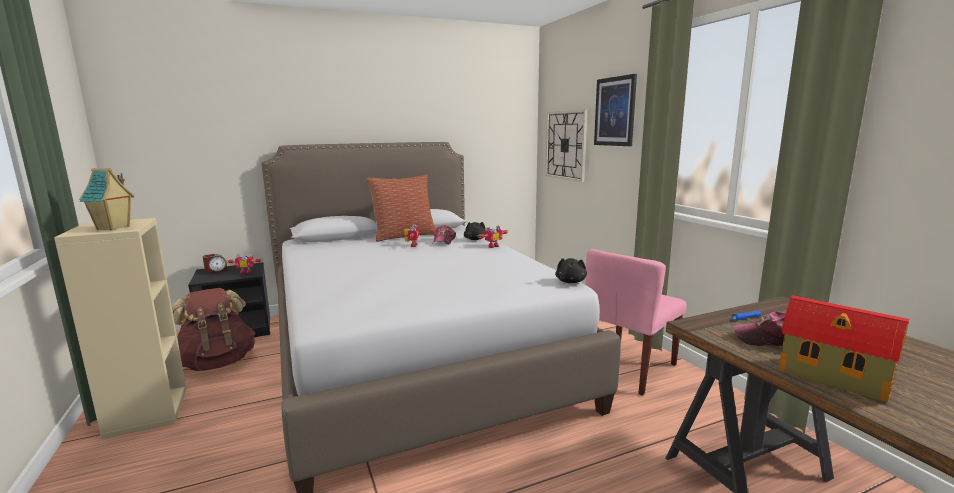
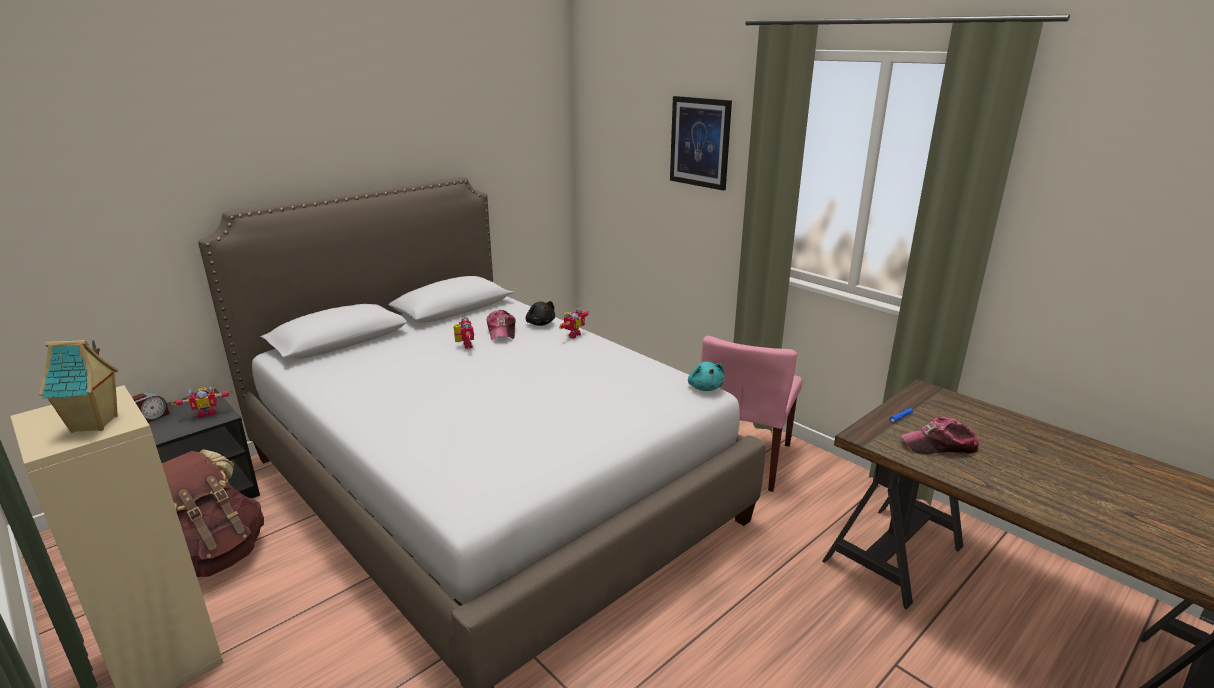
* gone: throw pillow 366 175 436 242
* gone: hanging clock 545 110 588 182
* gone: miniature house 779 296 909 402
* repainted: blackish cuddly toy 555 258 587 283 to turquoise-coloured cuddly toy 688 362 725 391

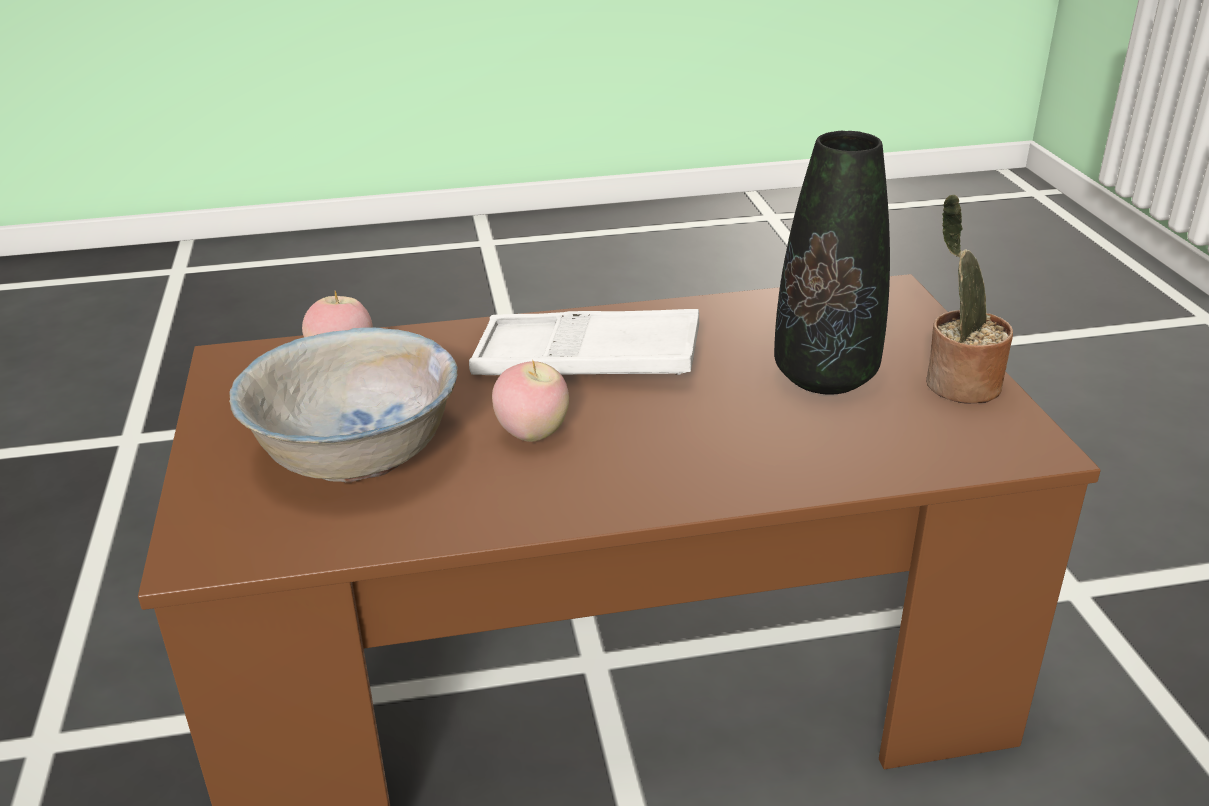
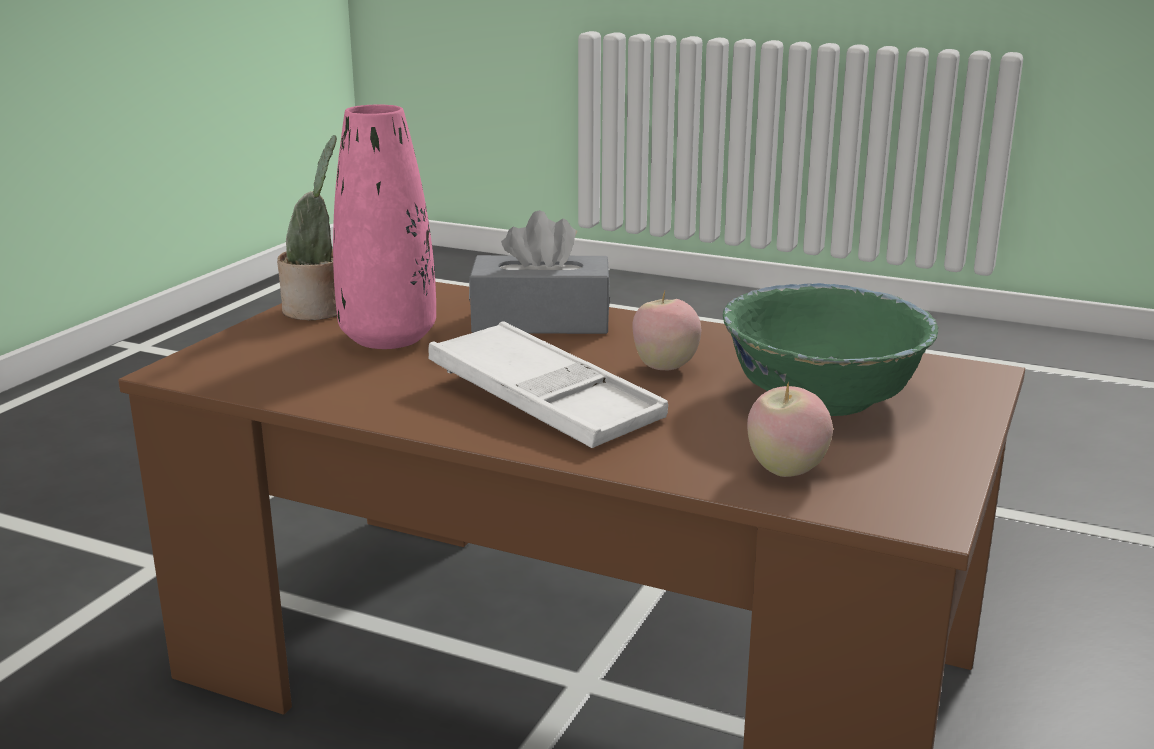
* new: gray box of tissues 469 210 610 334
* repainted: white deep dish 229 328 458 482 to greenish deep dish 723 283 938 416
* repainted: blackish flower vase 774 131 890 395 to pink-coloured flower vase 333 104 436 349

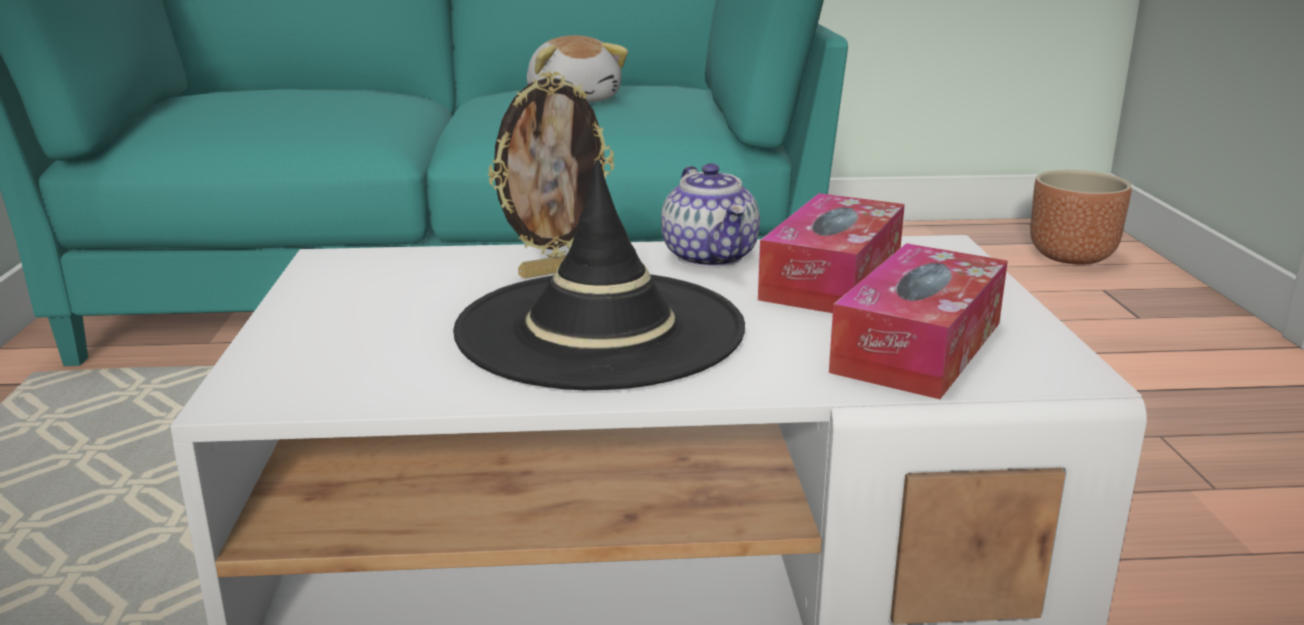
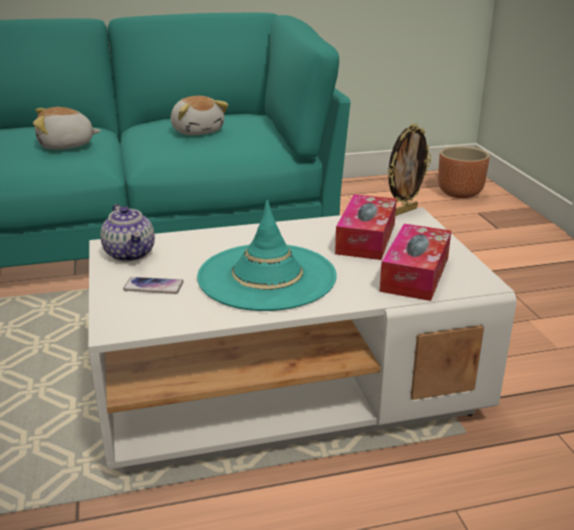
* new: cuddly toy 33 107 101 149
* new: telephone 123 277 184 294
* shifted: standing frame 488 71 614 279 to 388 123 431 216
* shifted: pot for tea 661 163 760 268 to 100 204 155 262
* repainted: blackish clothing hat 453 159 745 390 to turquoise-coloured clothing hat 197 200 336 311

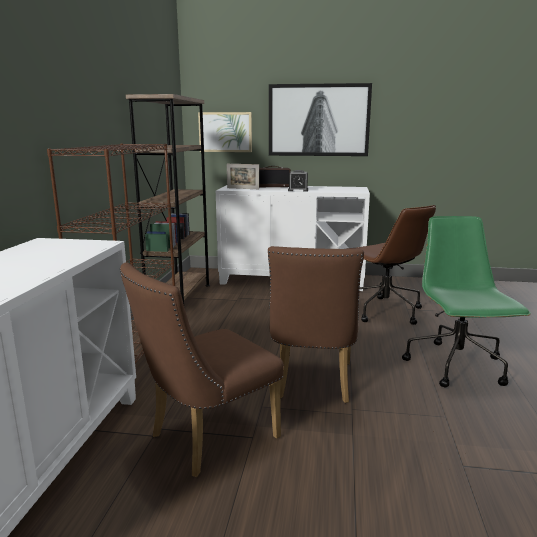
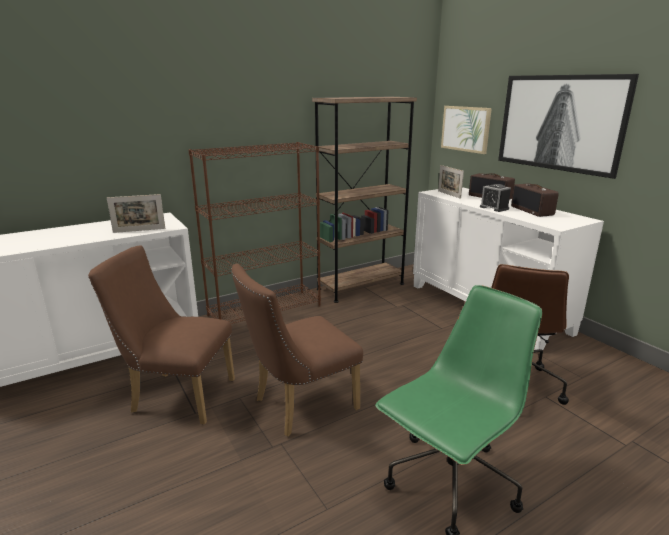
* new: standing frame 107 194 165 233
* new: radio set 511 184 559 217

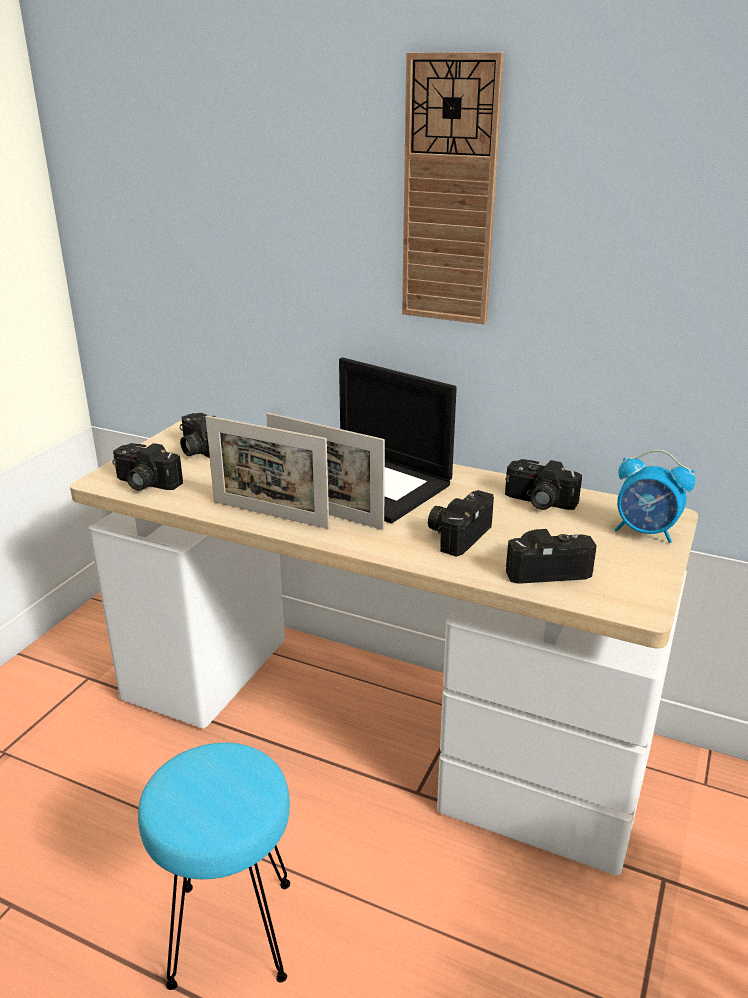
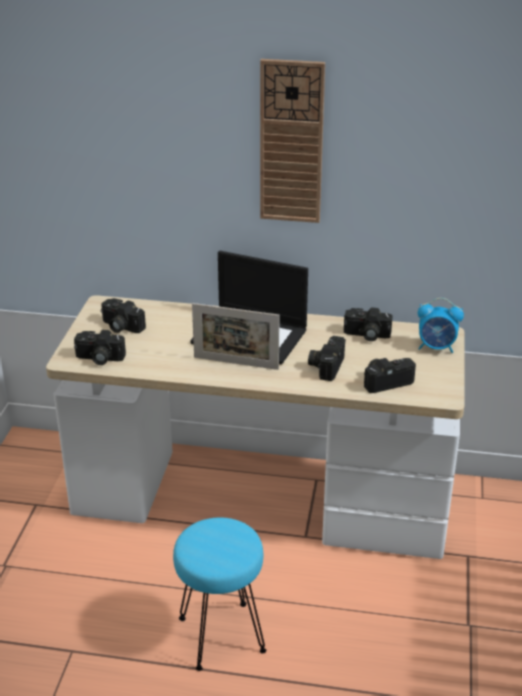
* gone: standing frame 206 416 329 529

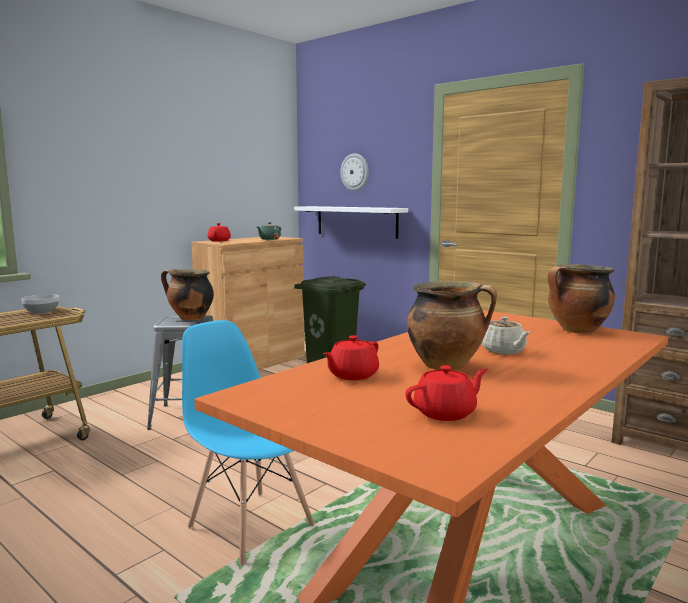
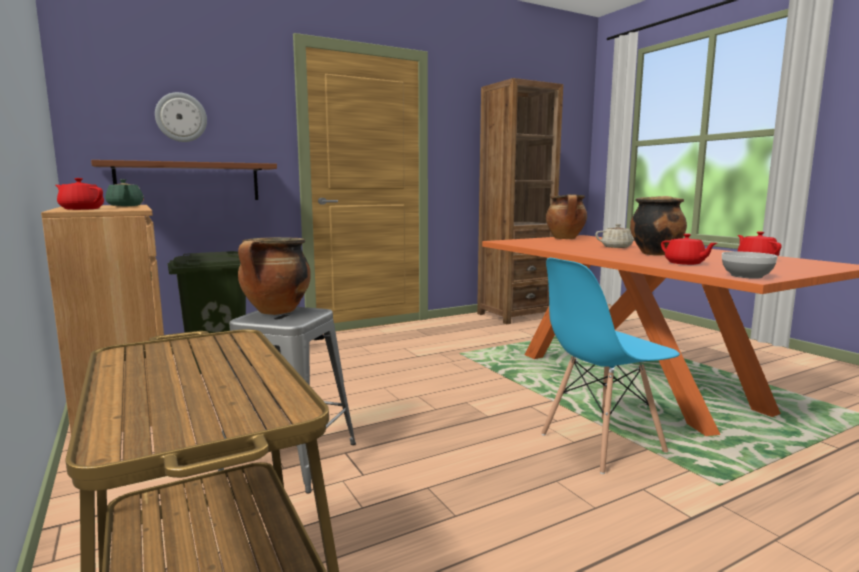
* shifted: deep dish 21 294 59 314 to 722 252 778 279
* repainted: white bracket shelf 294 206 408 239 to brownish bracket shelf 91 160 277 200

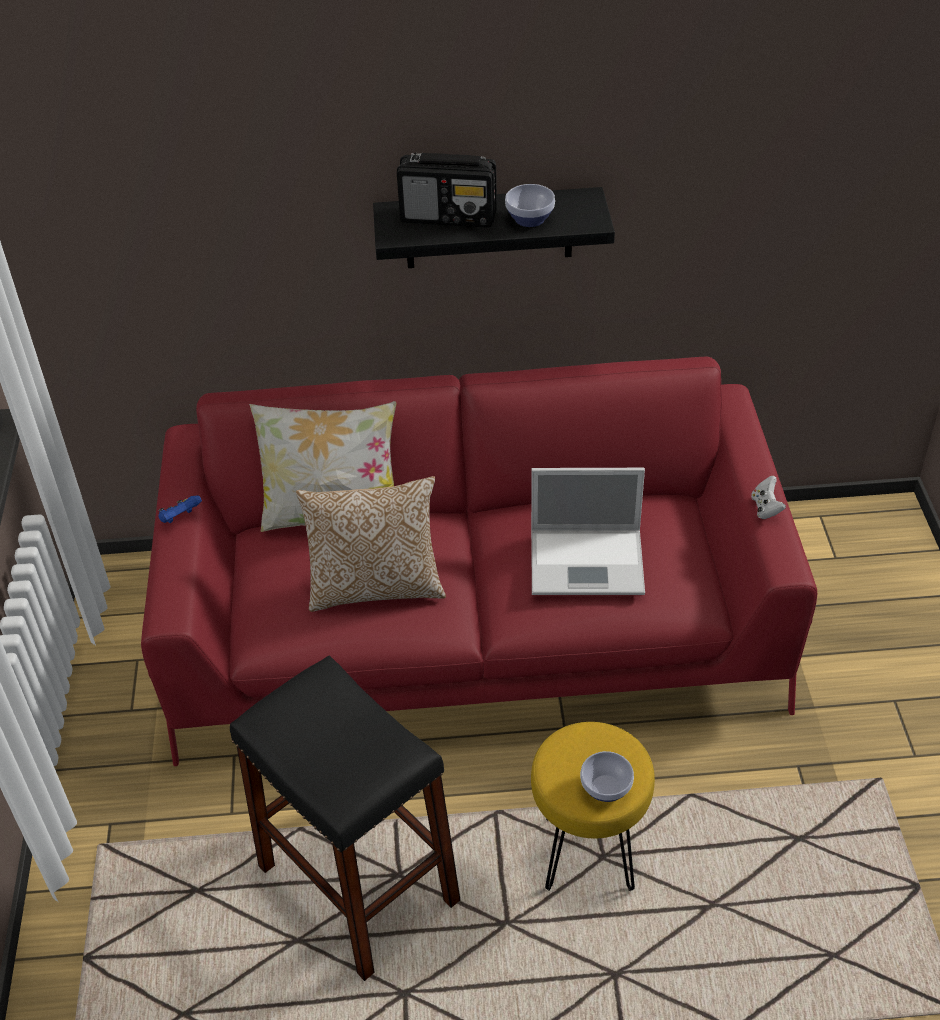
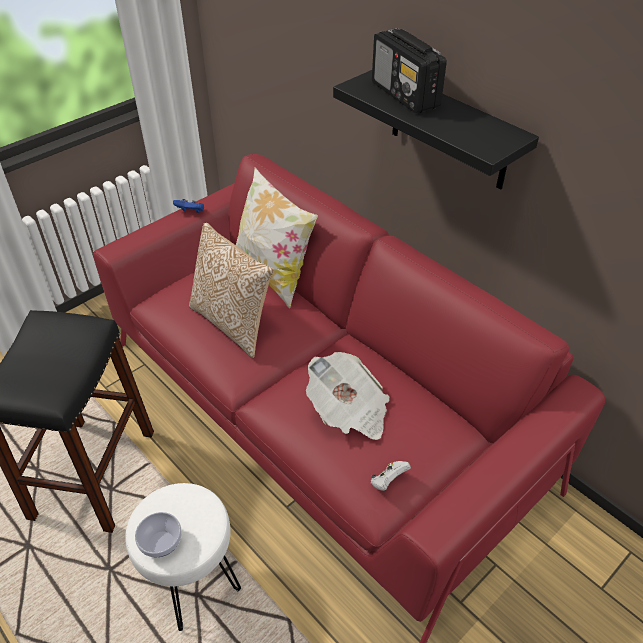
* gone: deep dish 505 184 555 227
* shifted: white game controller 751 476 786 519 to 371 461 411 491
* swapped: portable computer 531 468 645 595 to printed paper 306 352 389 440
* repainted: yellow-coloured sitting stool 531 722 655 891 to white sitting stool 125 483 241 631

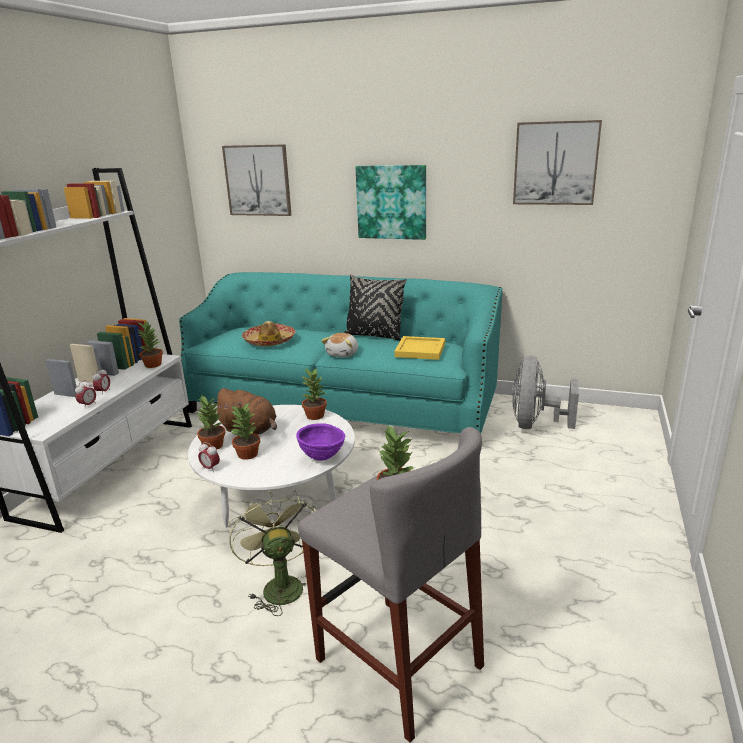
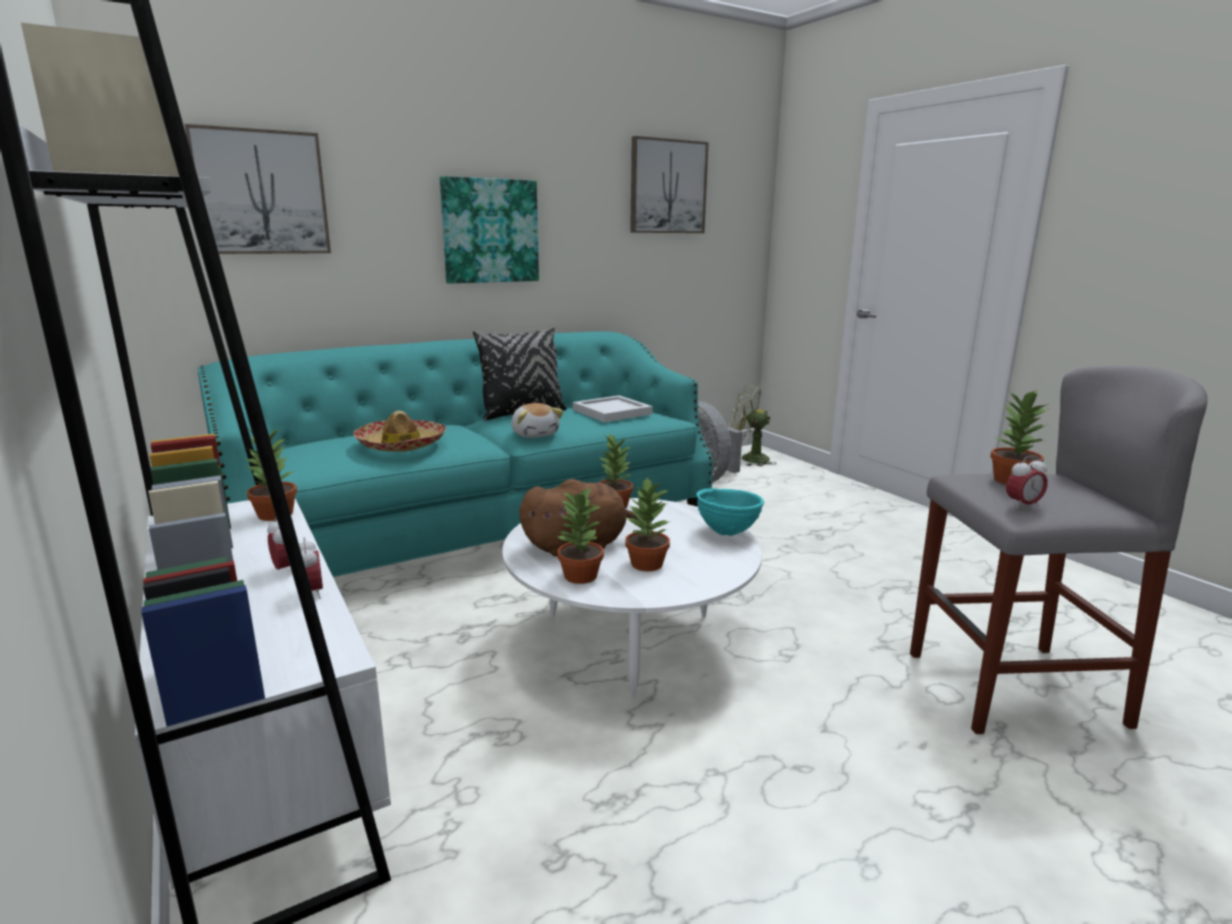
* shifted: alarm clock 198 442 220 472 to 1006 455 1048 509
* shifted: greenish electric fan 229 490 315 616 to 729 384 777 466
* repainted: purple-coloured deep dish 296 423 345 461 to turquoise-coloured deep dish 696 488 764 536
* repainted: yellow-coloured serving tray 394 336 445 360 to white serving tray 573 395 653 422

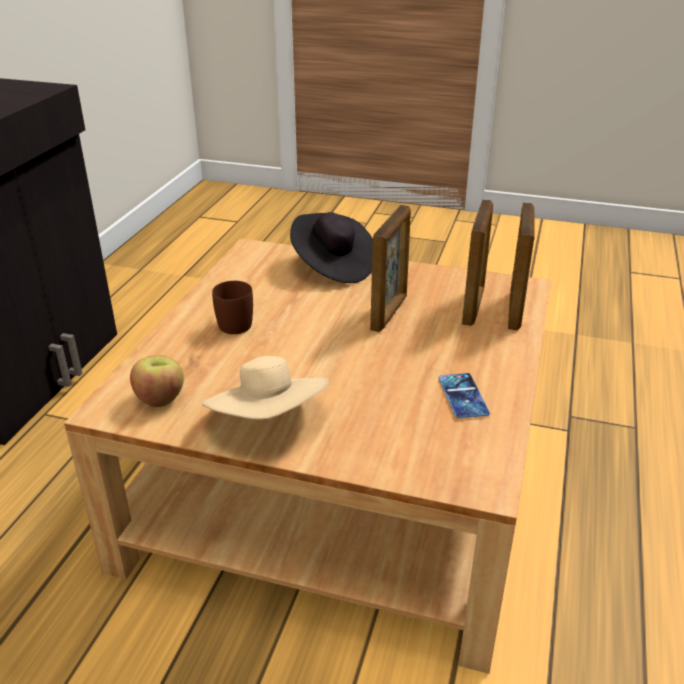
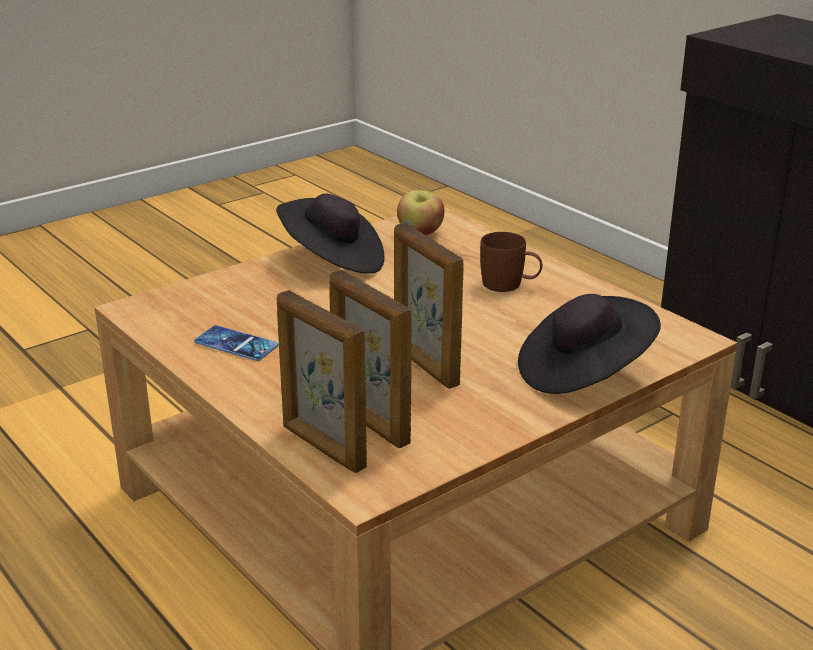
* repainted: beige clothing hat 202 356 329 420 to blackish clothing hat 276 193 384 274

